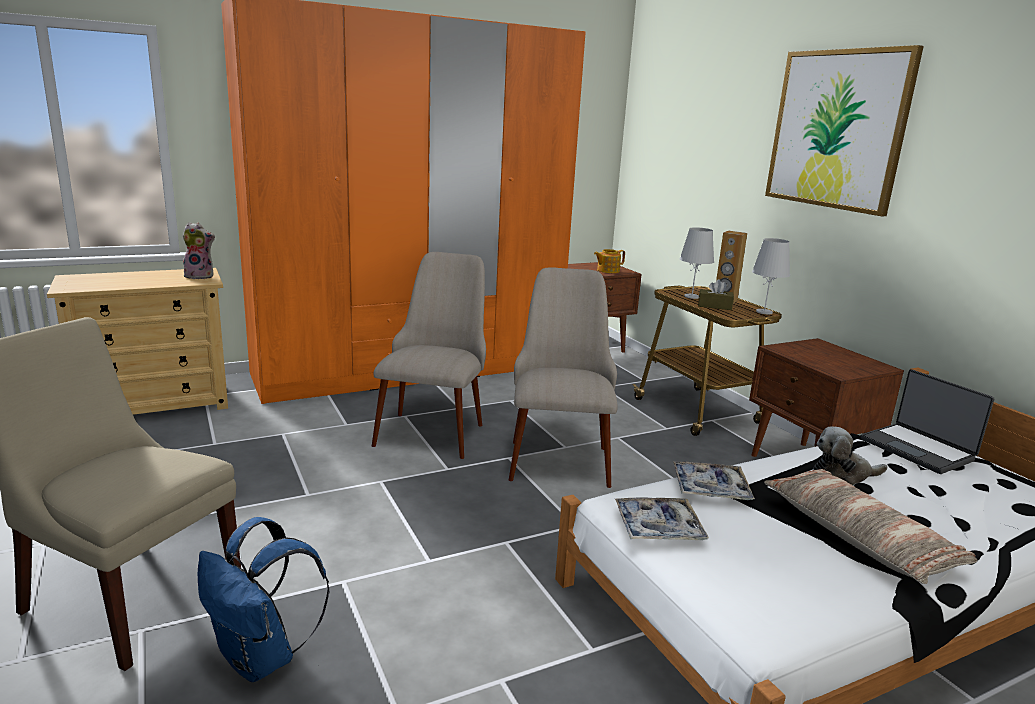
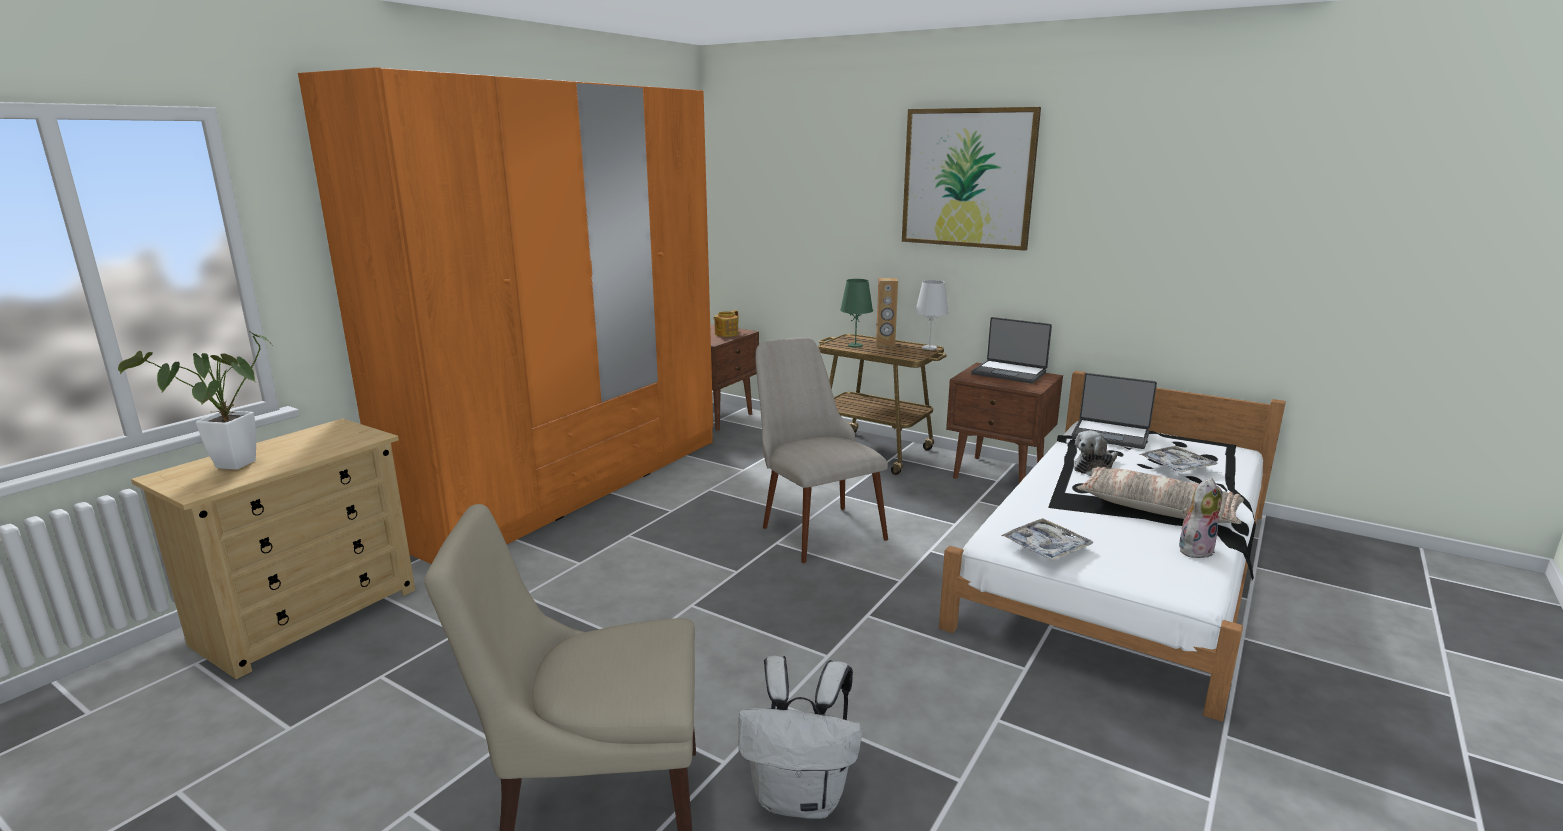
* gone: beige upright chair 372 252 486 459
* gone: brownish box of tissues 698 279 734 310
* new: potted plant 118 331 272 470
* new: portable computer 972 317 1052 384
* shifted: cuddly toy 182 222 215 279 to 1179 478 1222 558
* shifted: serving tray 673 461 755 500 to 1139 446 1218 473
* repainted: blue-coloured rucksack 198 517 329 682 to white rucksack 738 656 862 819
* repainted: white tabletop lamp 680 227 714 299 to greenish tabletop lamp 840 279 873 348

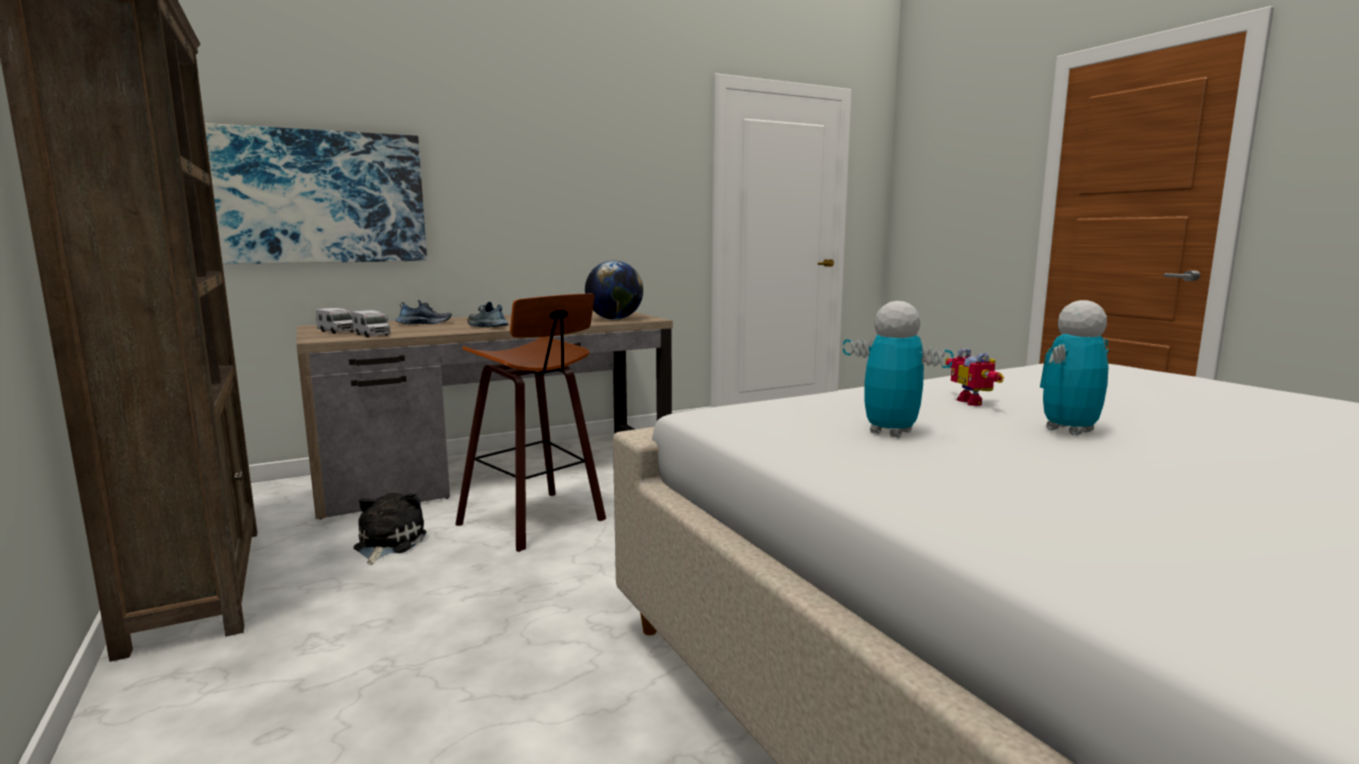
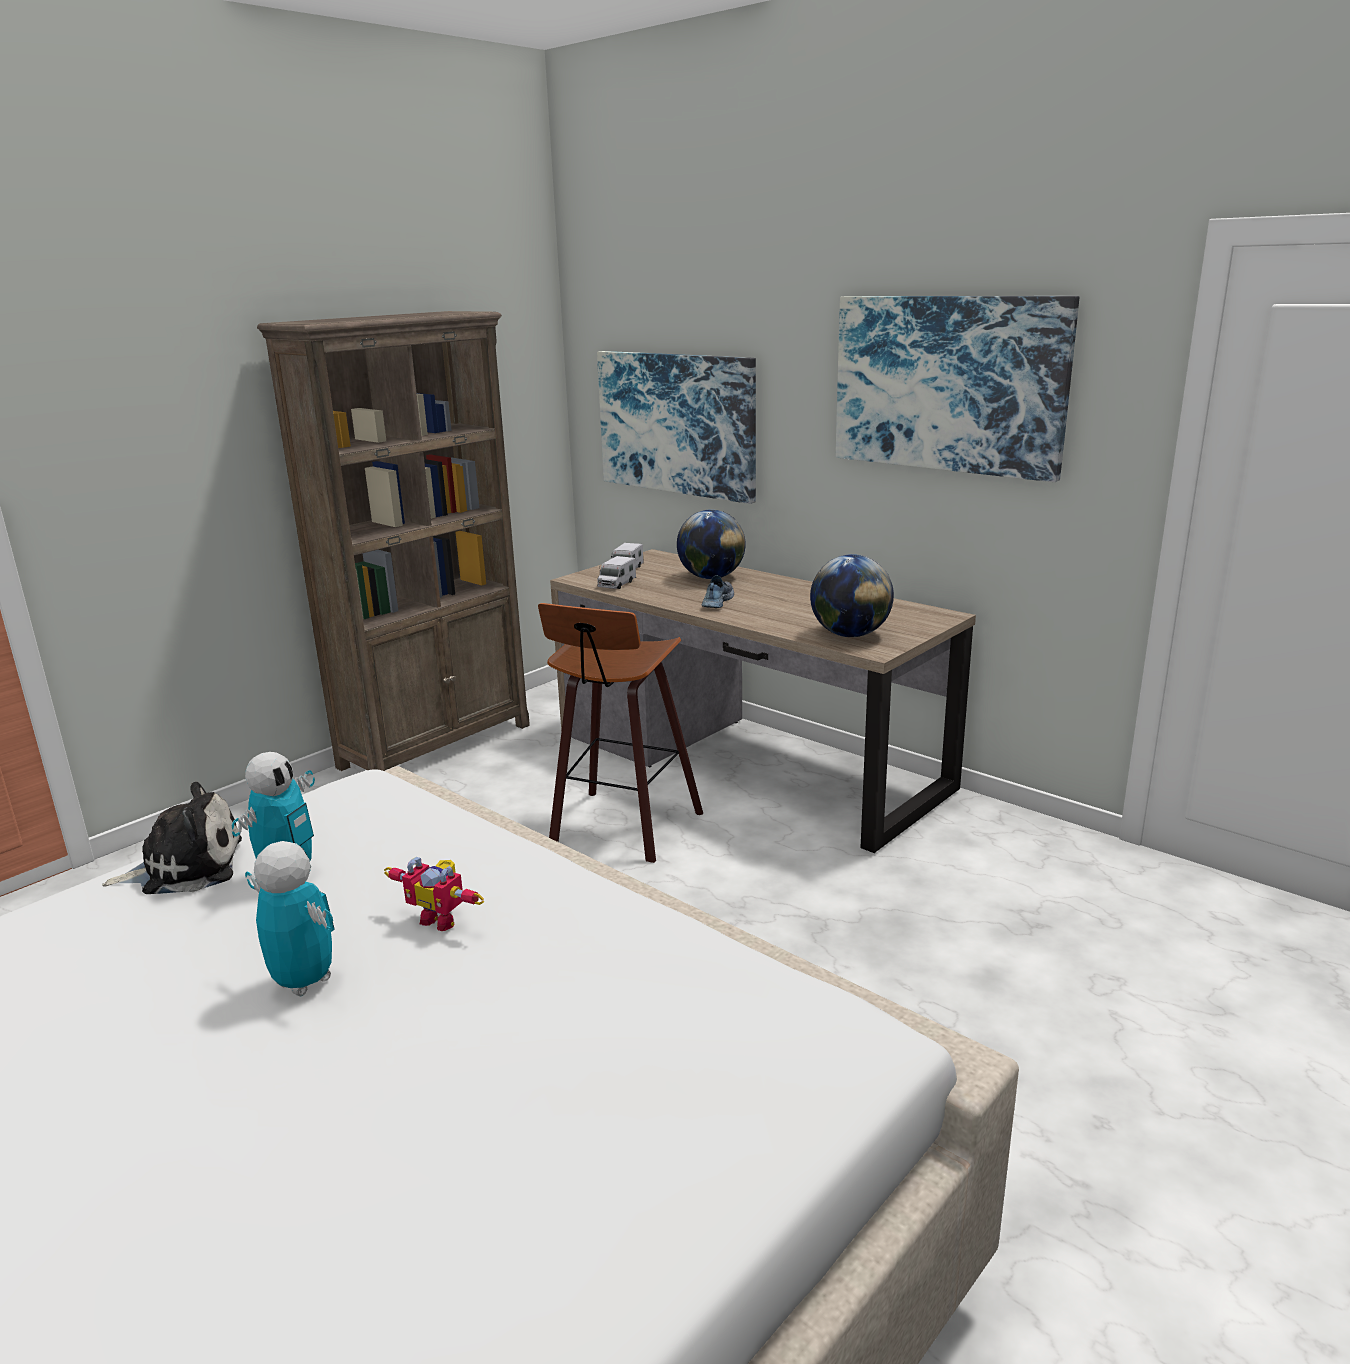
* new: wall art 836 296 1079 482
* shifted: cuddly toy 353 492 426 565 to 102 782 242 894
* swapped: low shoe 396 300 452 324 to globe 677 509 746 579
* rotated: toy robot 945 348 1004 406 = 384 857 484 931 120 degrees counterclockwise

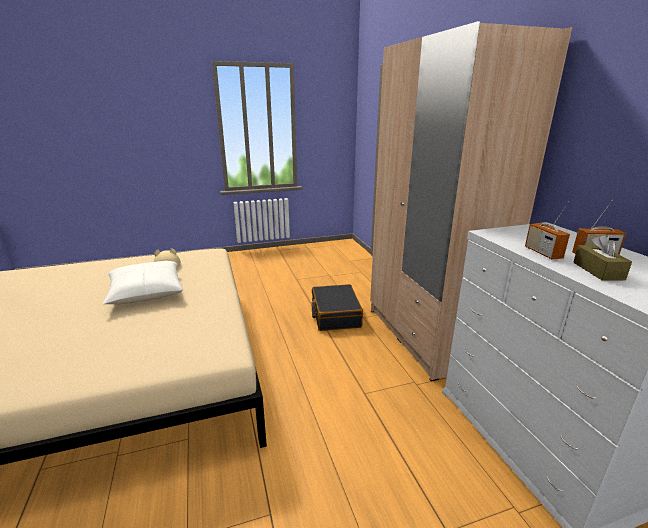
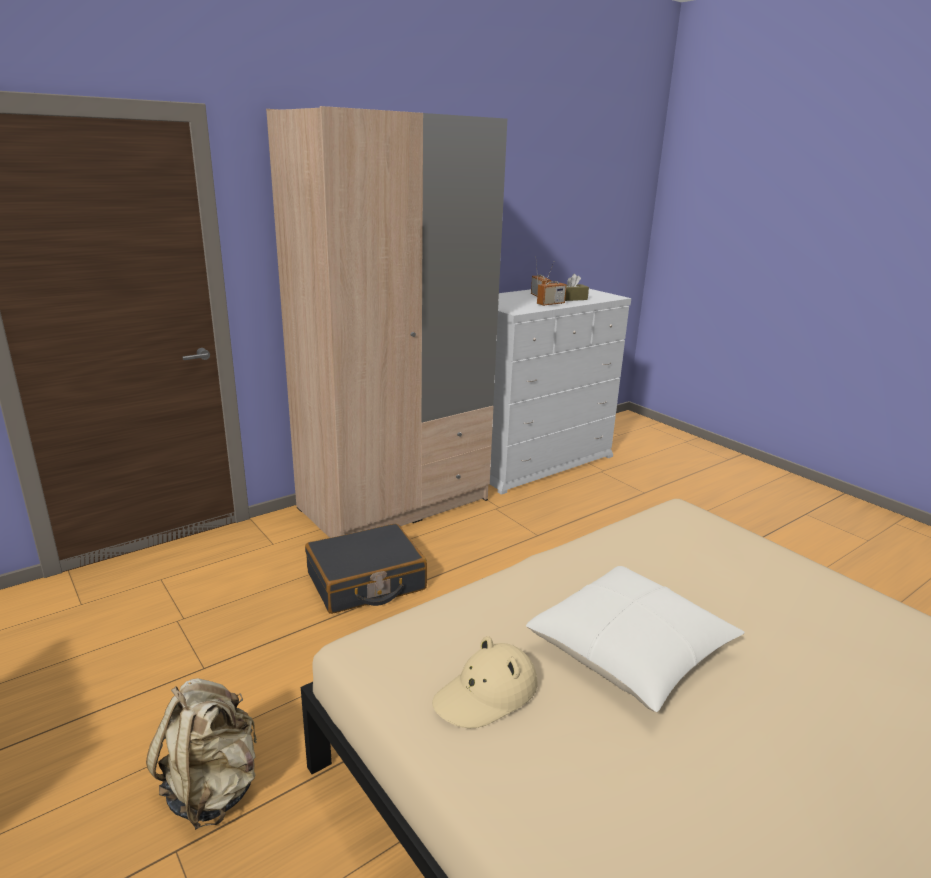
* new: beige rucksack 146 678 257 830

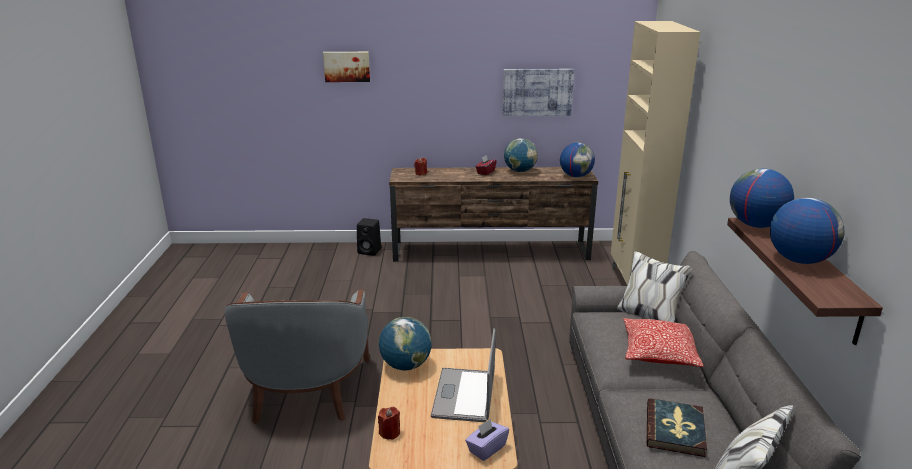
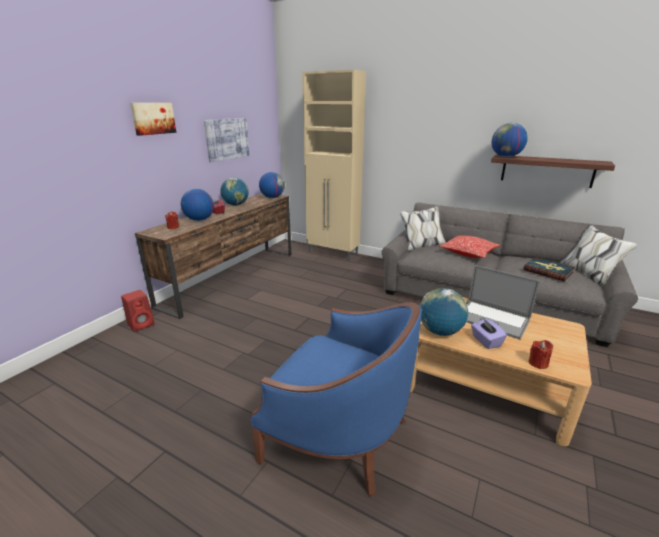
* shifted: wall art 323 52 370 82 to 130 103 176 136
* shifted: purple-coloured box of tissues 465 418 509 461 to 471 318 507 349
* shifted: globe 770 197 845 264 to 181 189 214 221
* repainted: gray lounge chair 225 290 369 424 to blue-coloured lounge chair 250 302 422 496
* repainted: blackish audio speaker 357 218 381 256 to reddish audio speaker 121 290 155 332

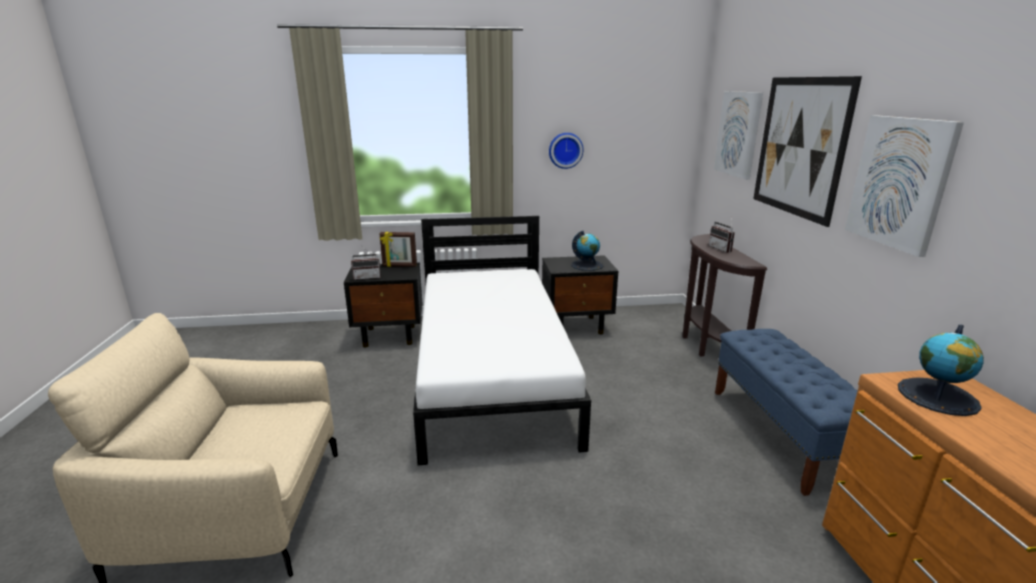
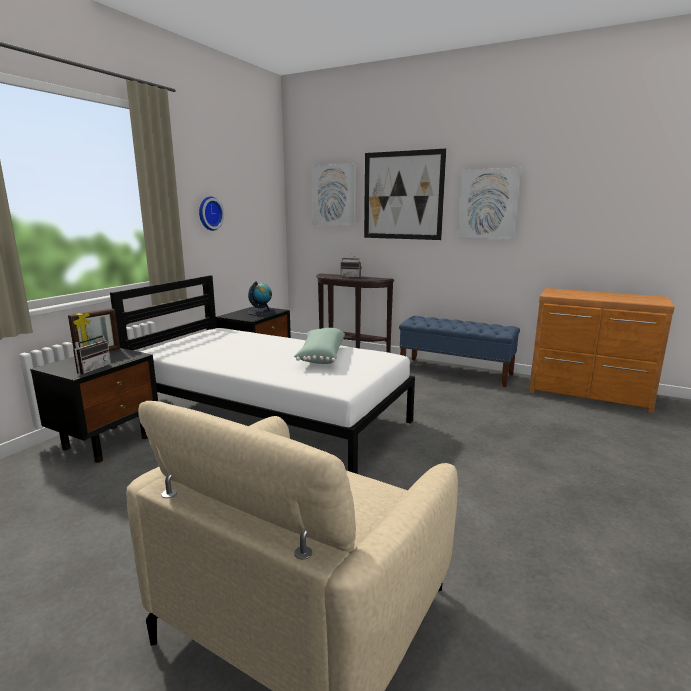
* gone: globe 898 325 984 416
* new: greenish throw pillow 294 328 345 364

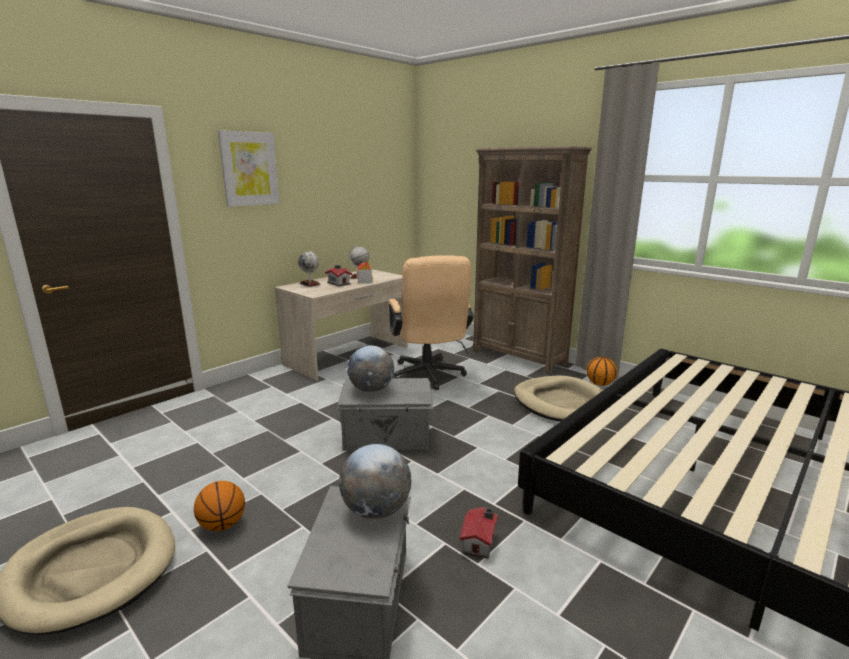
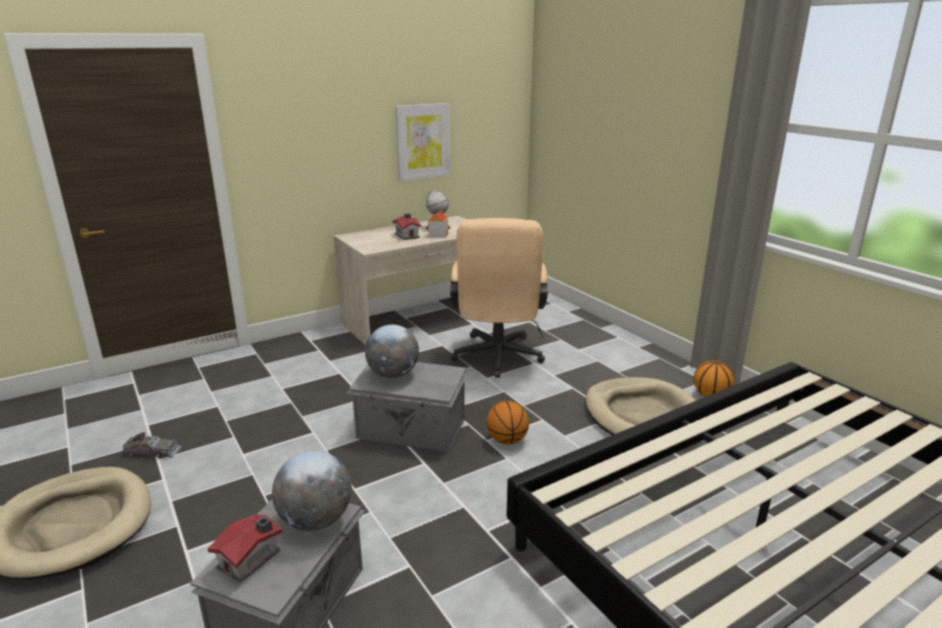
* gone: globe 298 251 321 287
* gone: brownish bookshelf 473 146 592 374
* new: gray model car 122 432 181 458
* shifted: ball for basketball 194 481 245 531 to 486 401 529 444
* shifted: wall art 218 130 279 207 to 395 103 450 181
* shifted: miniature house 460 507 498 559 to 208 515 282 583

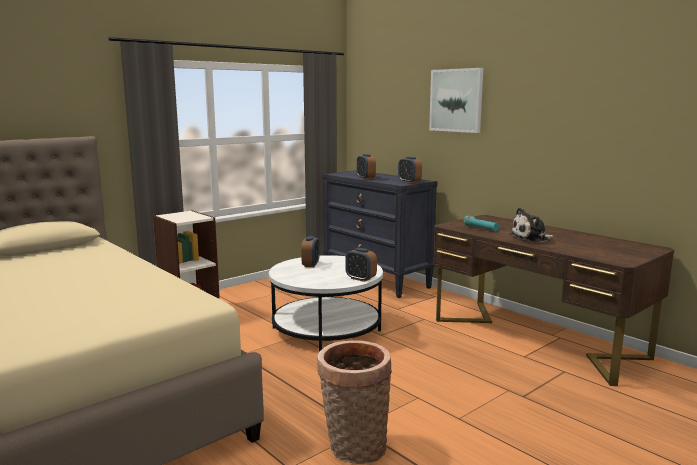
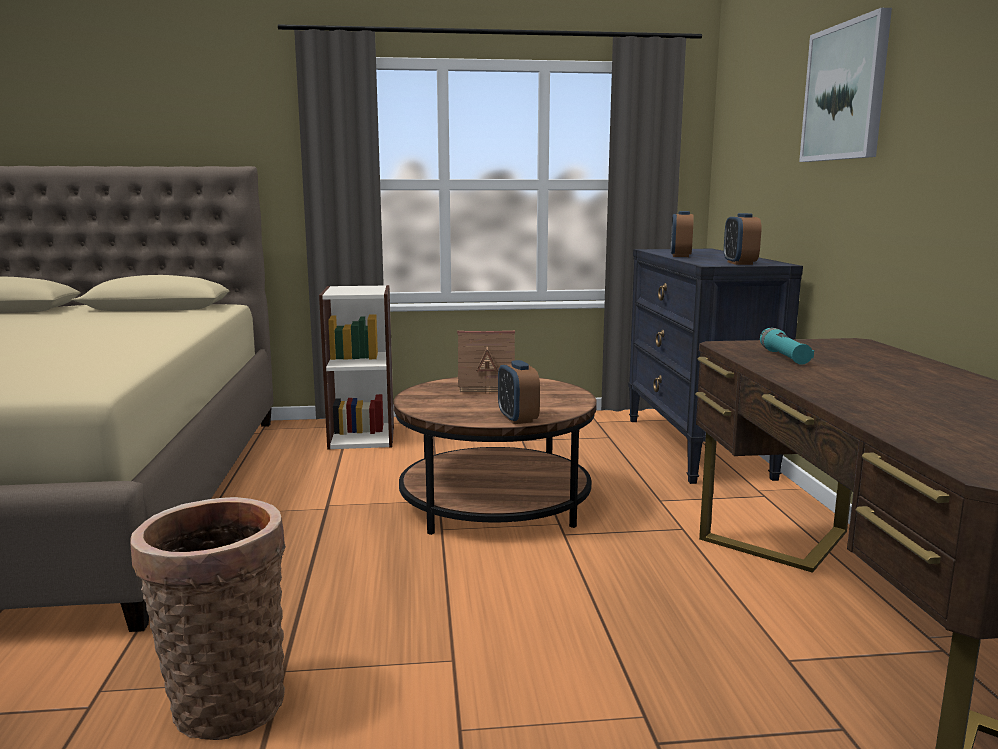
* gone: cuddly toy 509 208 553 242
* swapped: alarm clock 301 236 320 267 to miniature house 457 331 515 394
* repainted: white low table 269 255 383 352 to brownish low table 394 377 597 535

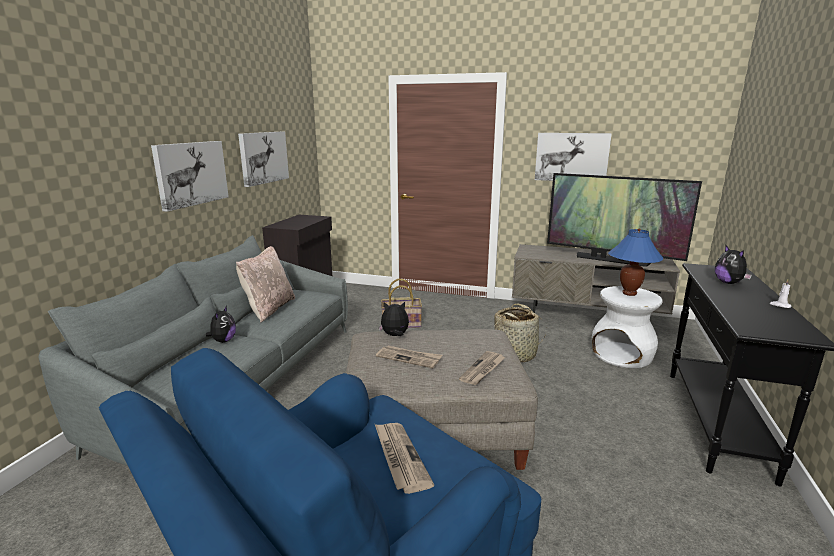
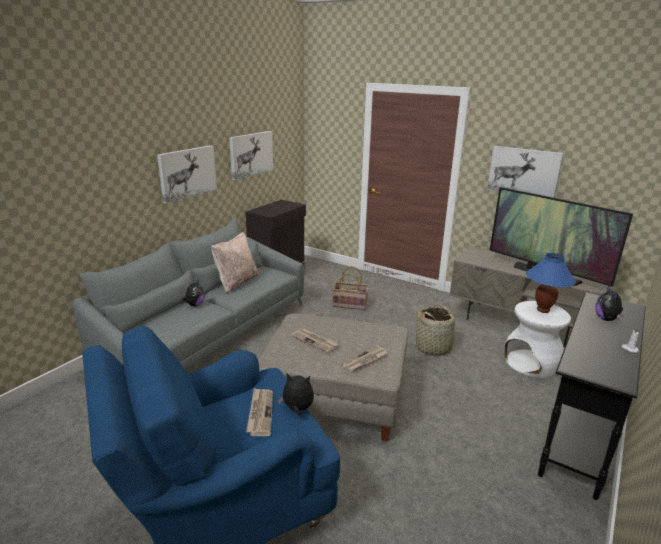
* shifted: cuddly toy 379 302 409 336 to 278 373 314 415

